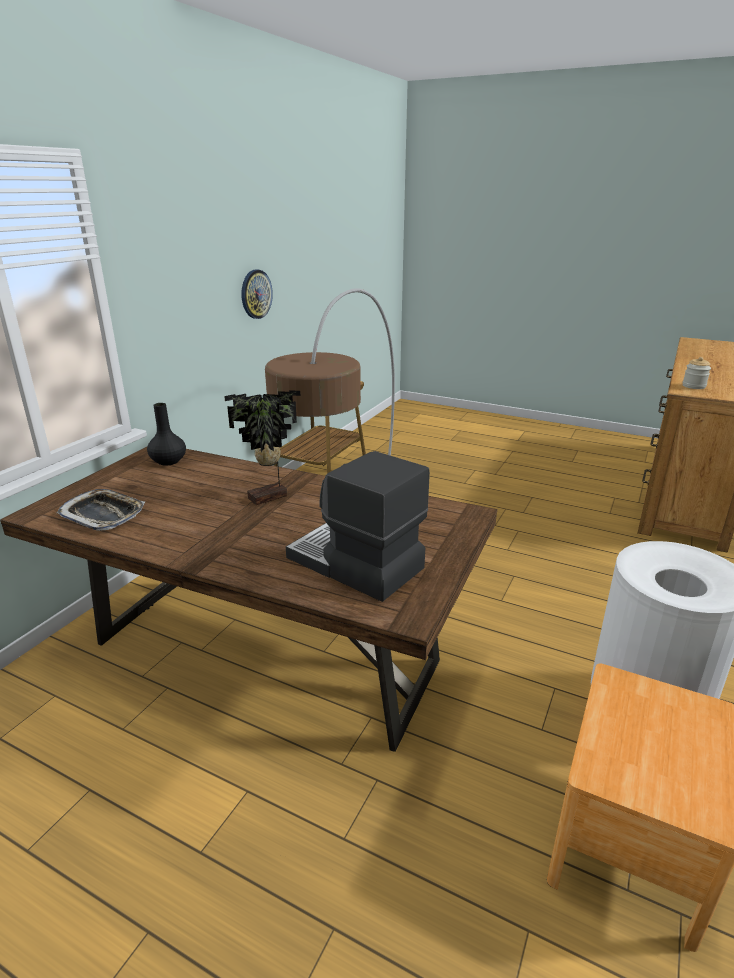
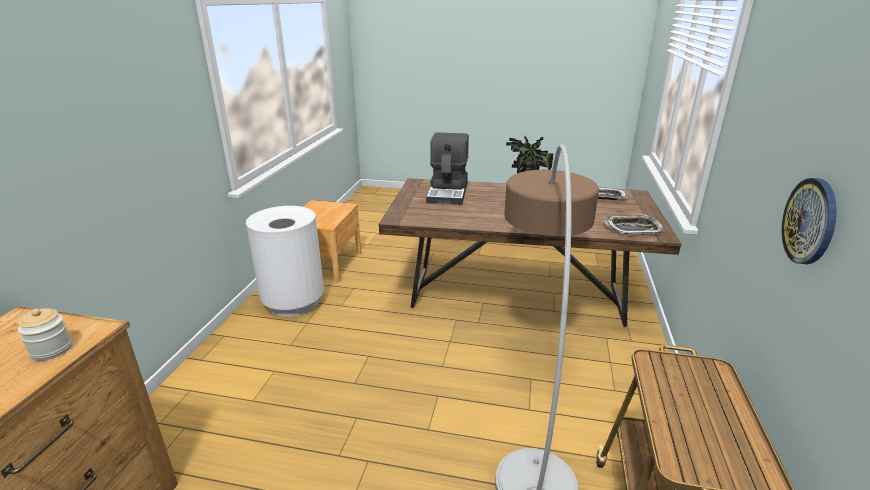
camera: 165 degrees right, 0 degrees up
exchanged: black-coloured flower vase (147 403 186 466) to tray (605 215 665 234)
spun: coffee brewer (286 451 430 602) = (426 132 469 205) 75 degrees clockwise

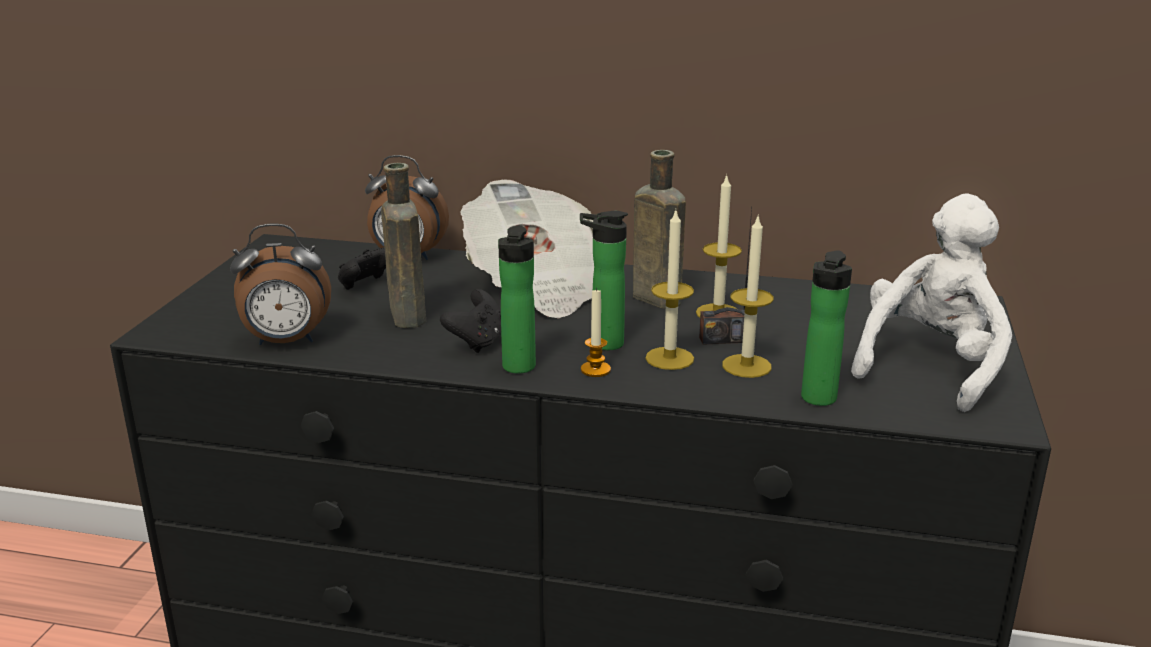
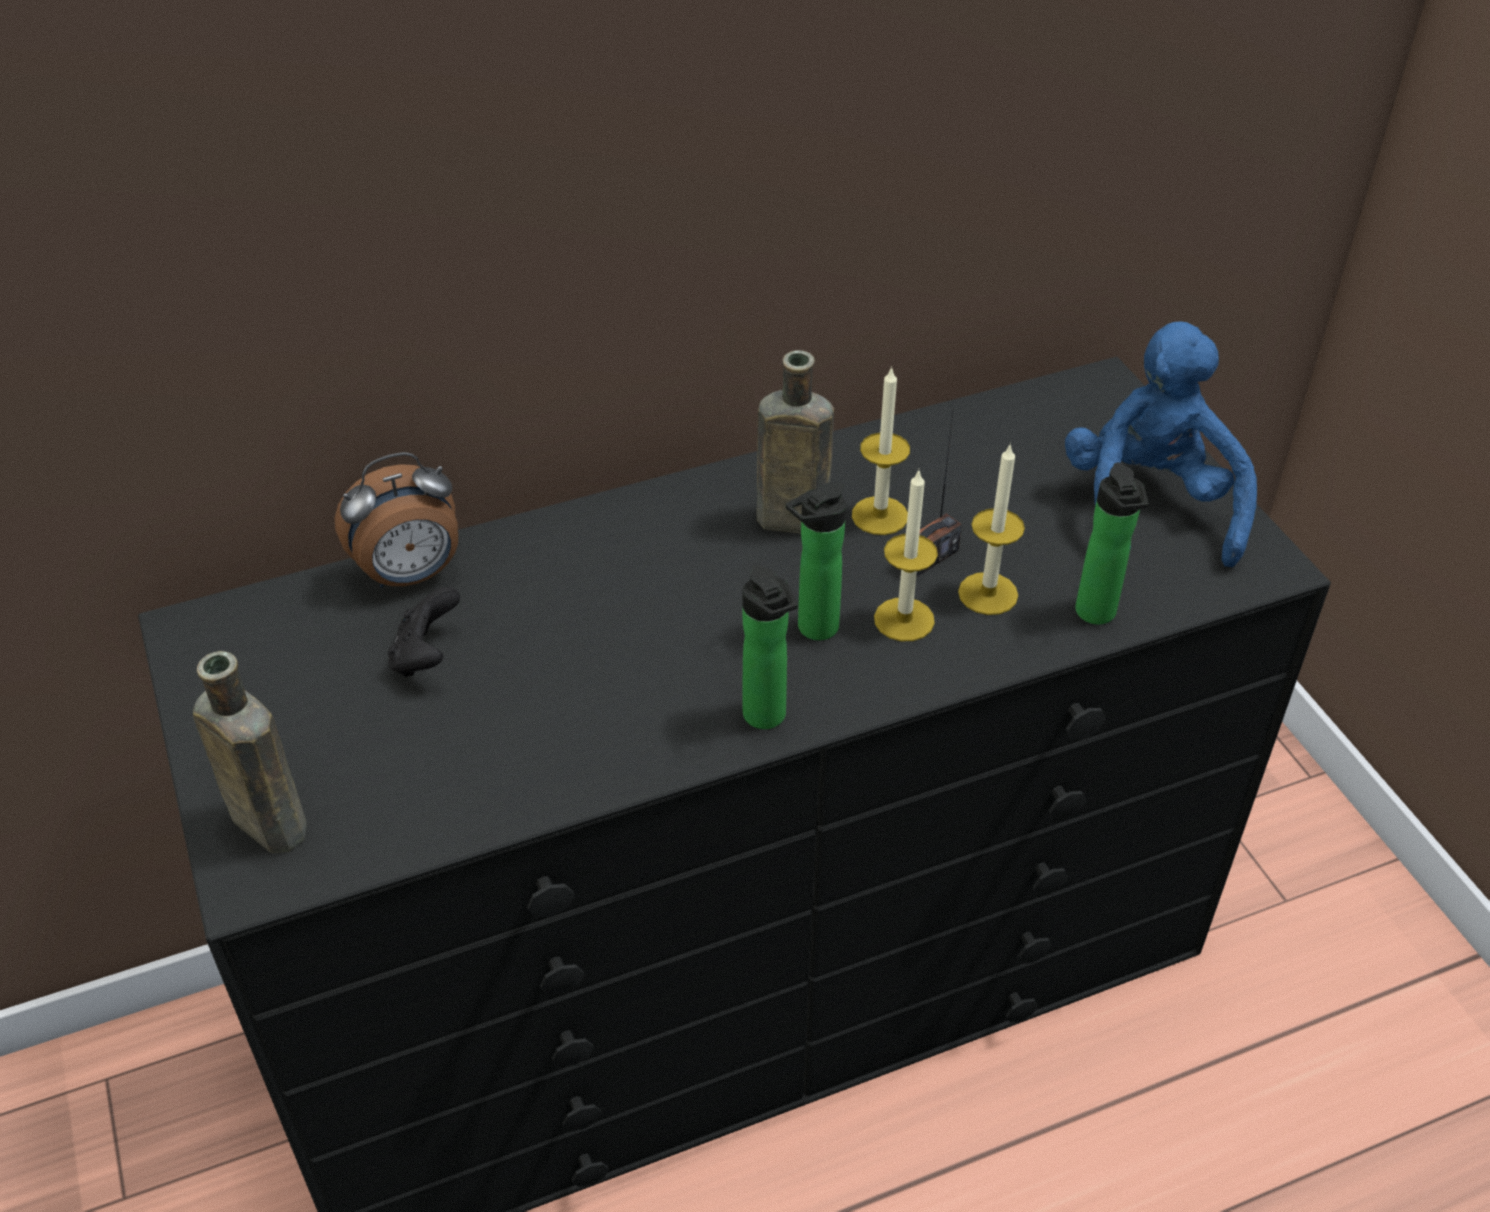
camera: 35 degrees left, 20 degrees up
missing: bedside clock (230 223 331 345); black-coloured joypad (440 289 501 353); daily paper (460 180 594 319); wax candle (581 288 611 377)
relocated: brown-coloured bottle (381 163 426 328) to (193 651 307 853)
colour: white cuddly toy (851 194 1012 412) to blue-coloured cuddly toy (1065 321 1257 567)

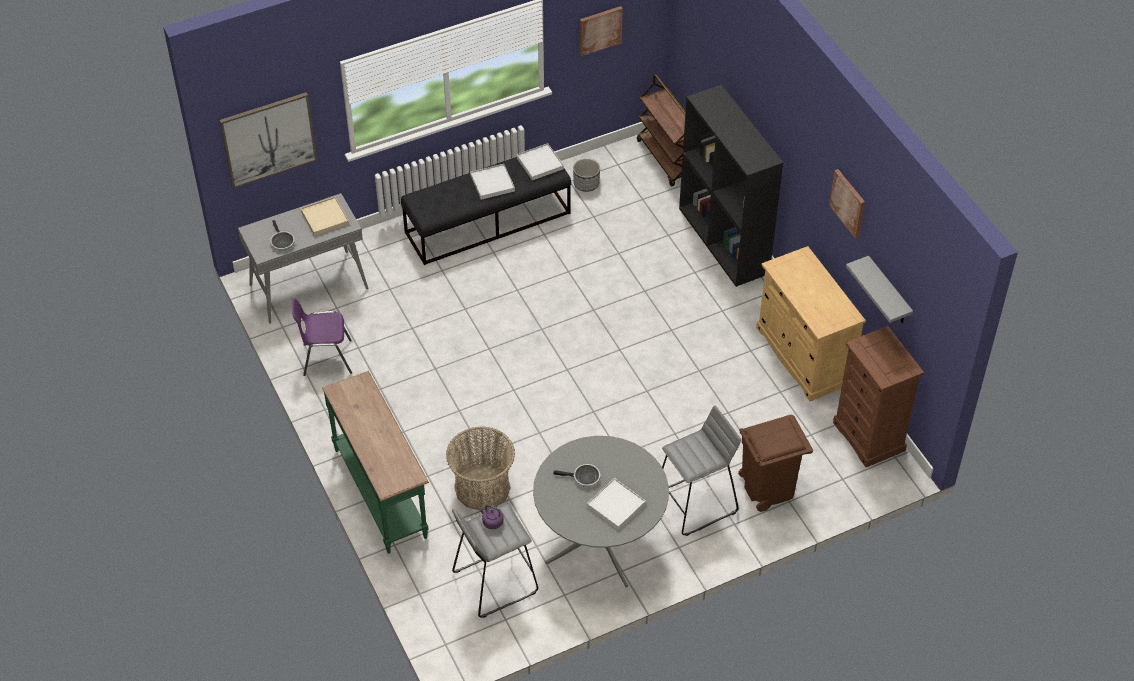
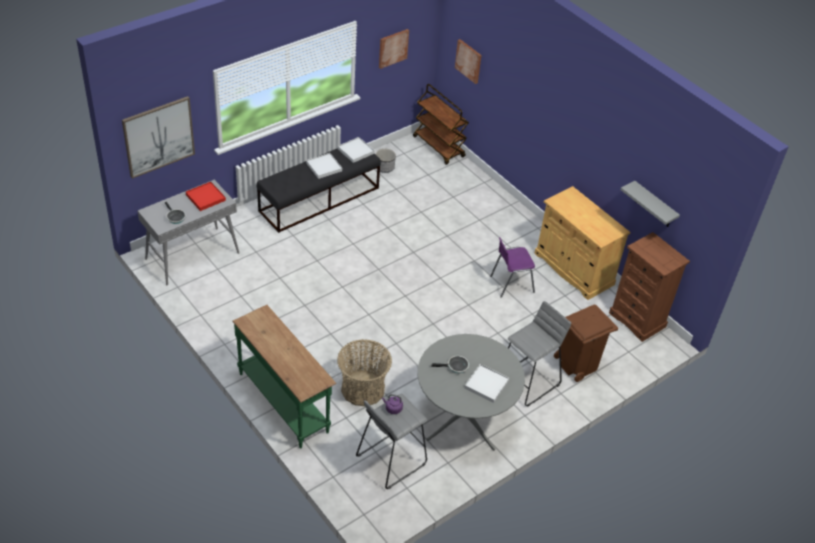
camera: 15 degrees left, 5 degrees down
missing: black-coloured bookshelf (679 85 783 287)
relocated: purplish chair (292 299 352 376) to (490 237 535 298); wall picture (829 169 865 238) to (455 39 481 84)
colour: beige-coloured tray (301 197 349 236) to red-coloured tray (186 182 226 211)

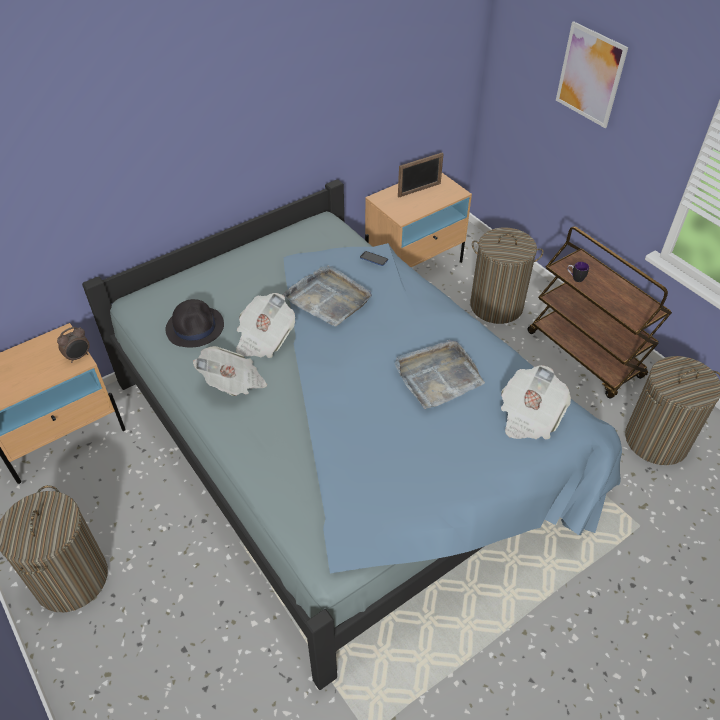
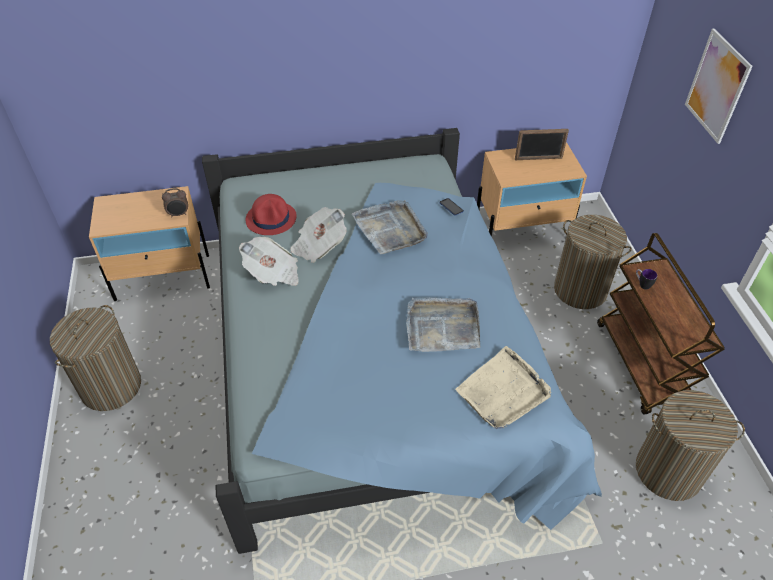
camera: 25 degrees right, 0 degrees up
exchanged: daily paper (501 365 571 440) to beige-coloured tray (455 346 551 429)
colour: black-coloured clothing hat (165 299 224 348) to red-coloured clothing hat (246 194 297 235)

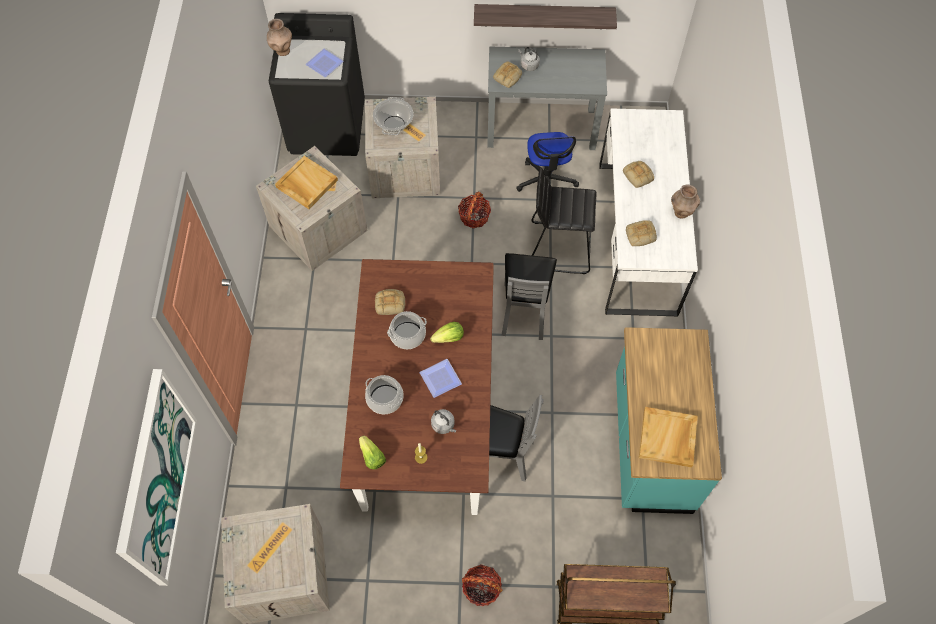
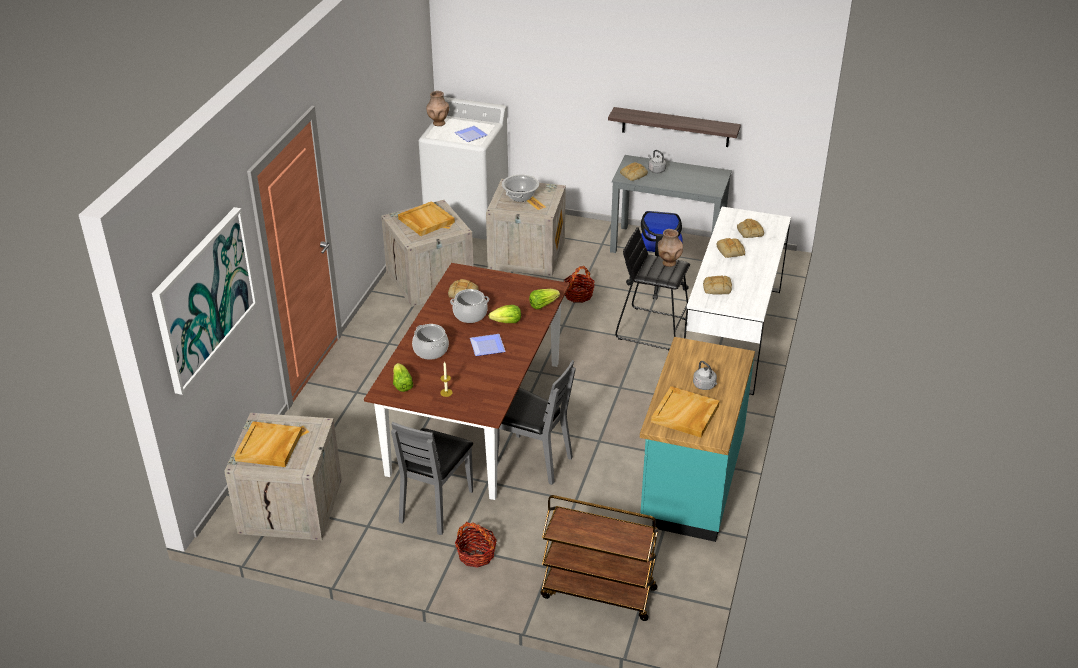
camera: 15 degrees right, 25 degrees down
appeared: beige-coloured tray (234 421 302 467); lettuce head (529 289 560 309); bakery bread (737 219 764 238)
relocated: greyish water kettle (431 409 456 434) to (693 361 717 390); greyish chair (502 253 557 340) to (391 422 473 535); brown-coloured flower vase (671 185 700 219) to (658 229 683 267)
colour: black-coloured laundry appliance (269 13 365 156) to white laundry appliance (419 97 508 240)

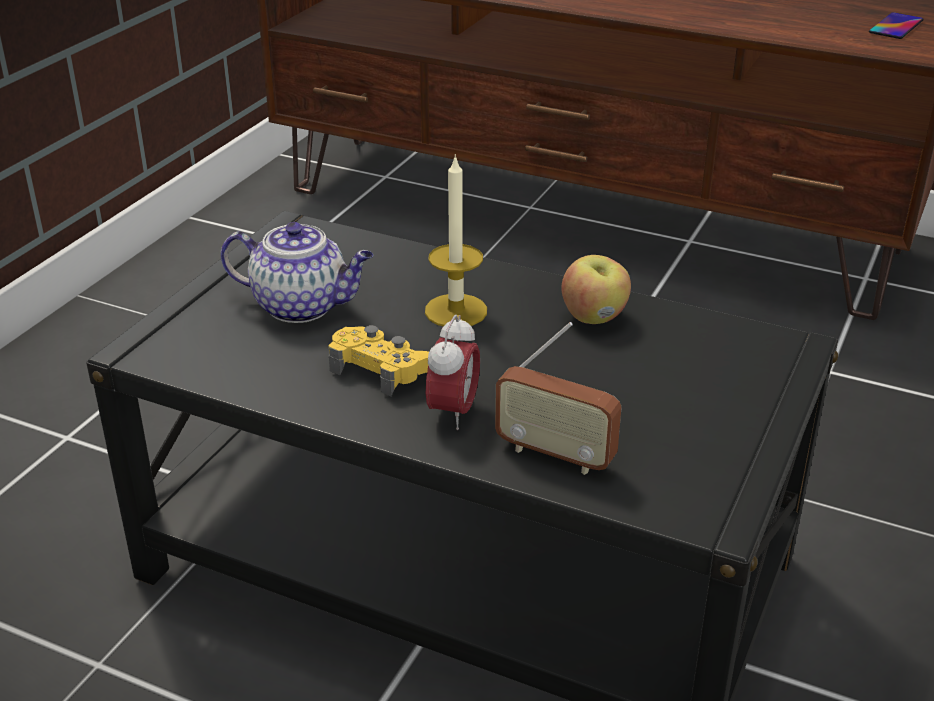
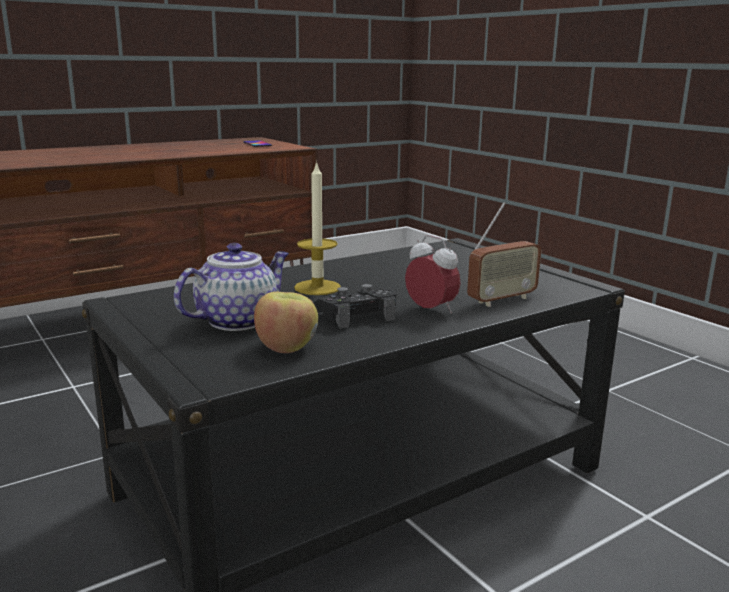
camera: 60 degrees left, 15 degrees down
relocated: apple (561 255 631 324) to (254 292 318 353)
colour: yellow-coloured joypad (328 325 429 396) to black-coloured joypad (314 284 396 329)

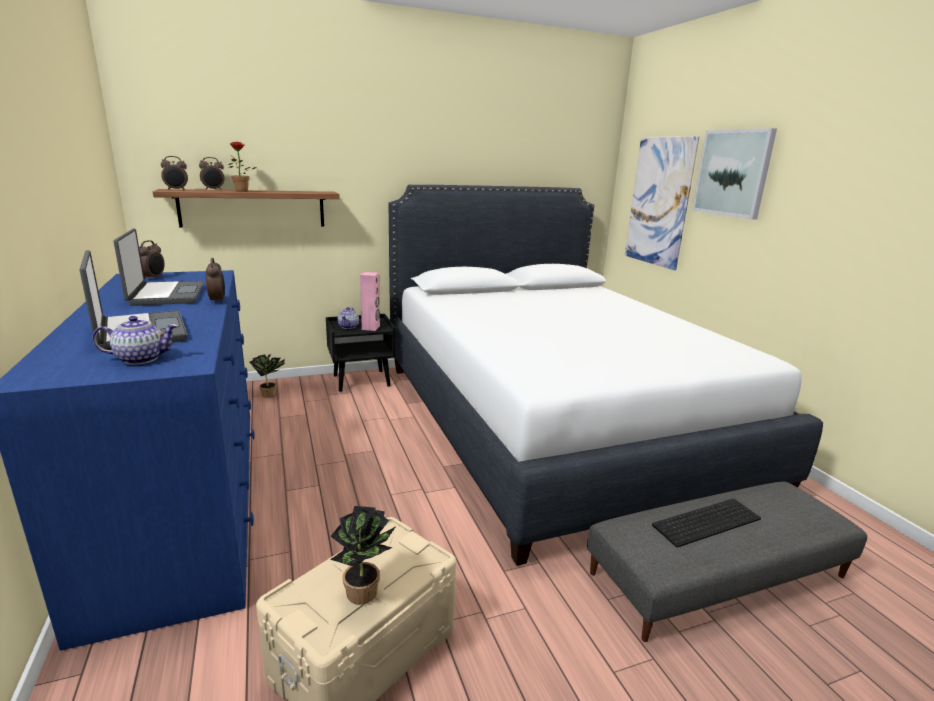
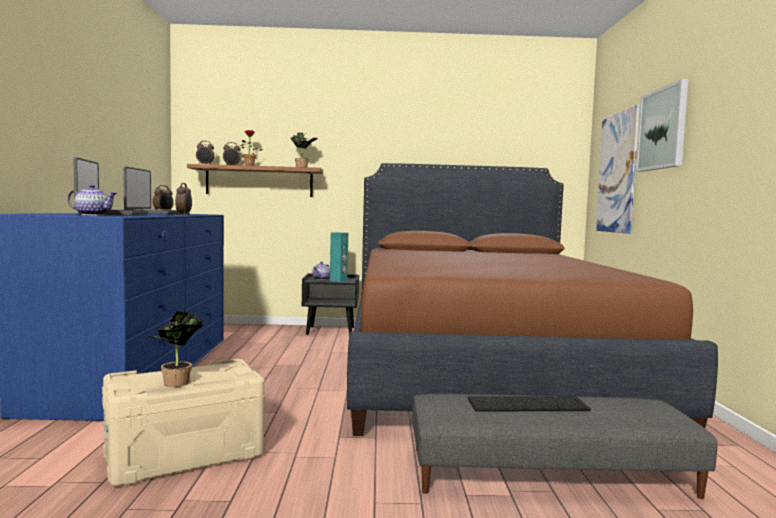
camera: 20 degrees right, 15 degrees down
relocated: houseplant (250 354 285 398) to (290 132 317 167)
colour: pink-coloured speaker (360 272 380 331) to blue-green speaker (330 232 348 282); white sleeping bed (388 185 823 566) to brown-coloured sleeping bed (347 163 718 436)

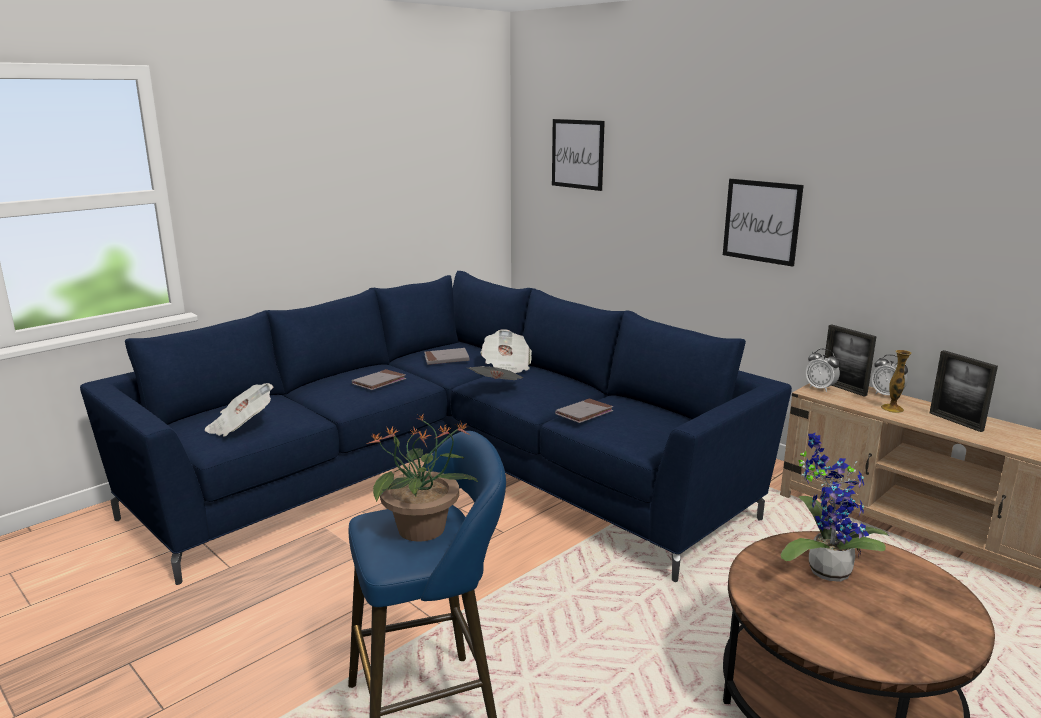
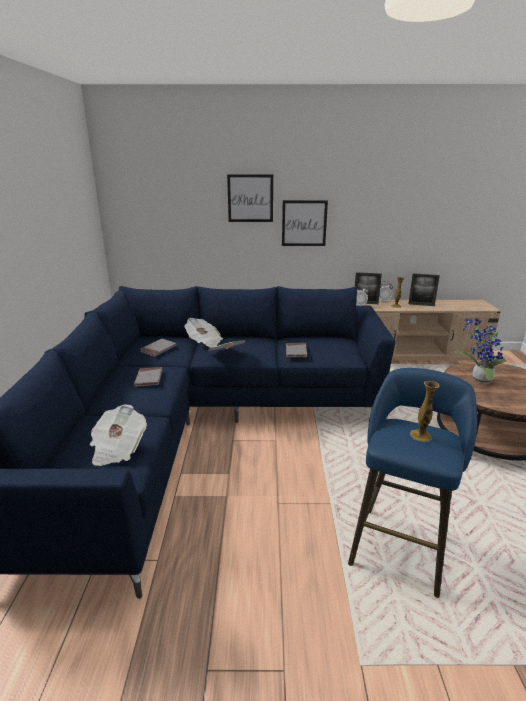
camera: 45 degrees left, 5 degrees up
relocated: wall picture (552 119 605 191) to (227 174 273 222)
exchanged: houseplant (366 415 478 542) to flower vase (410 381 440 442)

